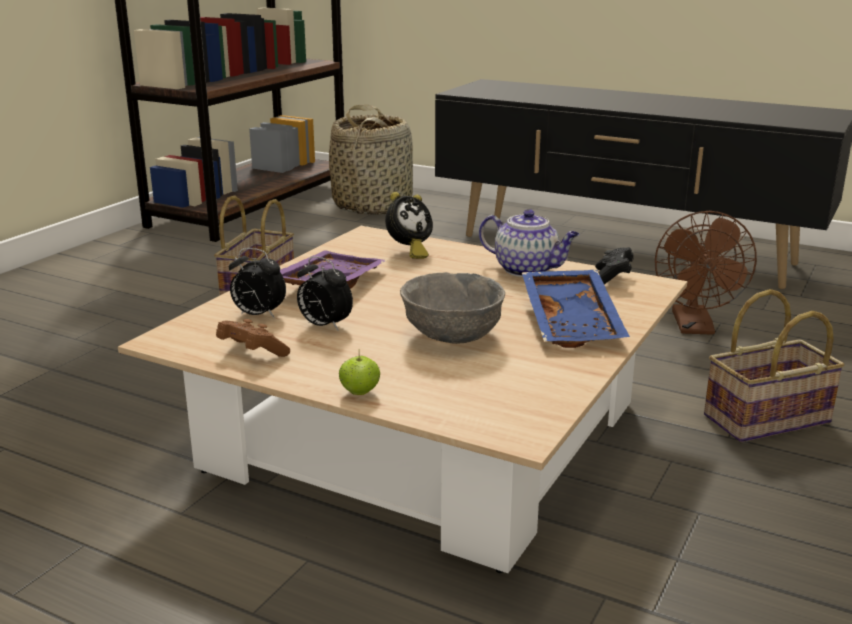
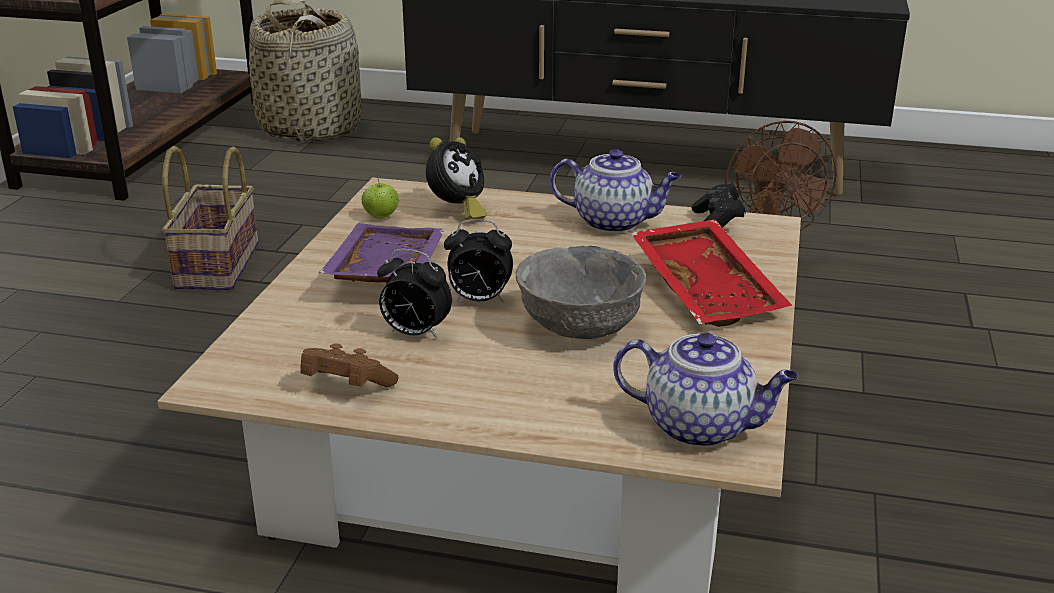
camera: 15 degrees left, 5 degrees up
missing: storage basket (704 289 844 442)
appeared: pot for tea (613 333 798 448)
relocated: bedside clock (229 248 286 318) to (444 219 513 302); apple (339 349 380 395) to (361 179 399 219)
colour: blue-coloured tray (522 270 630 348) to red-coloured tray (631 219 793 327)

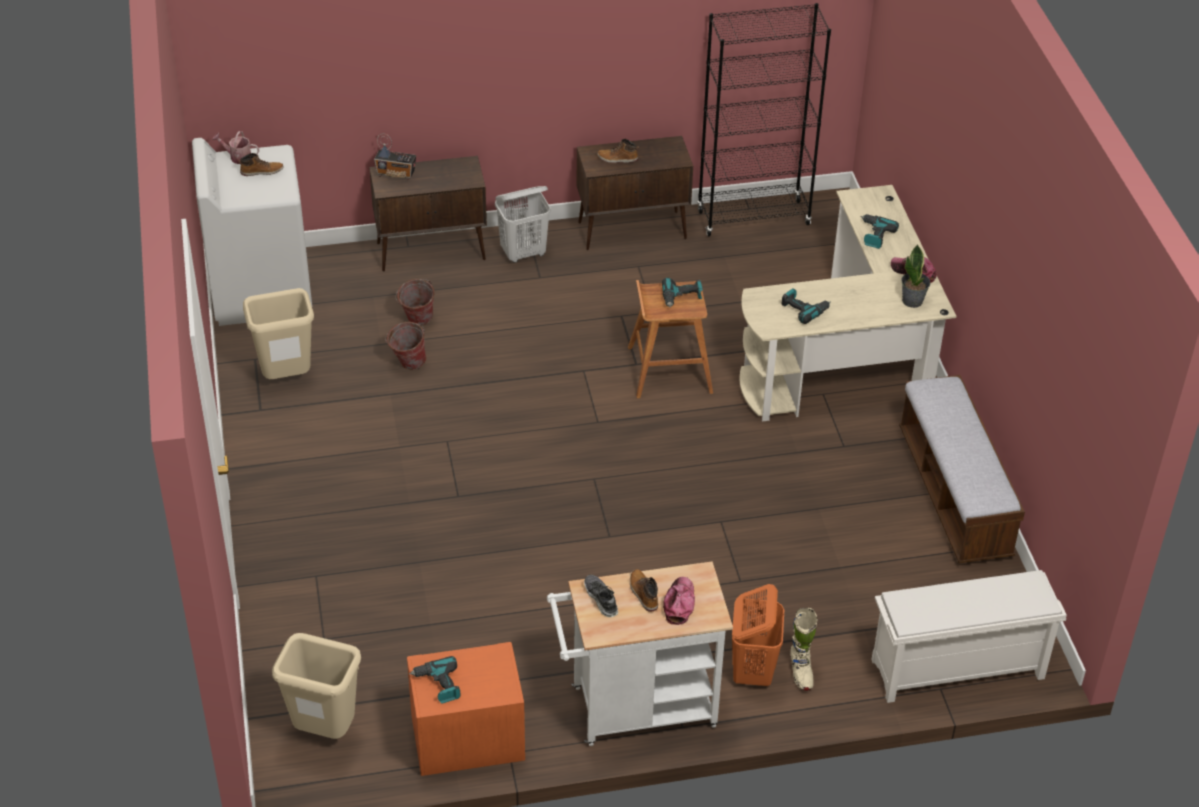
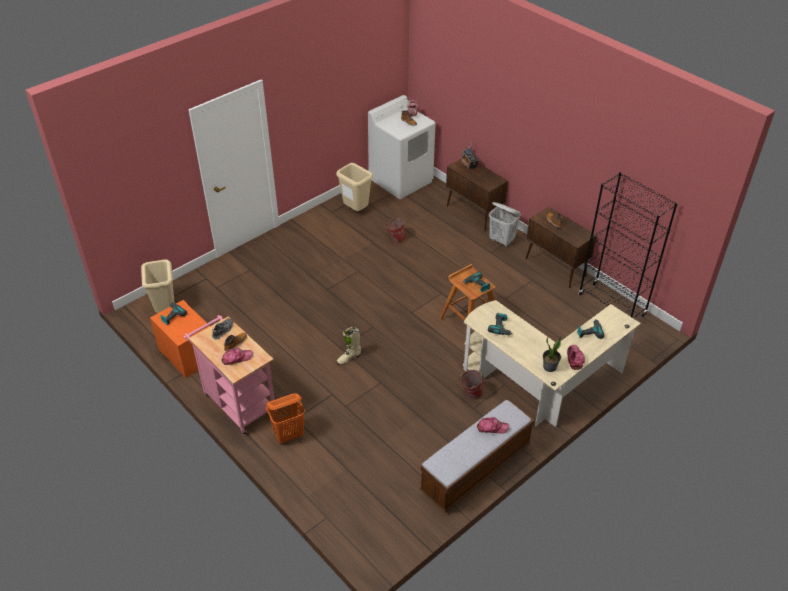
camera: 60 degrees right, 0 degrees up
missing: white shoe rack (871 570 1067 703)
appeared: peaked cap (477 417 509 434)
relocated: water bucket (396 279 434 326) to (459 370 484 399); beige-coloured boot (791 608 818 691) to (337 327 361 365)
colour: white cart (547 561 733 746) to pink-coloured cart (184 315 277 435)

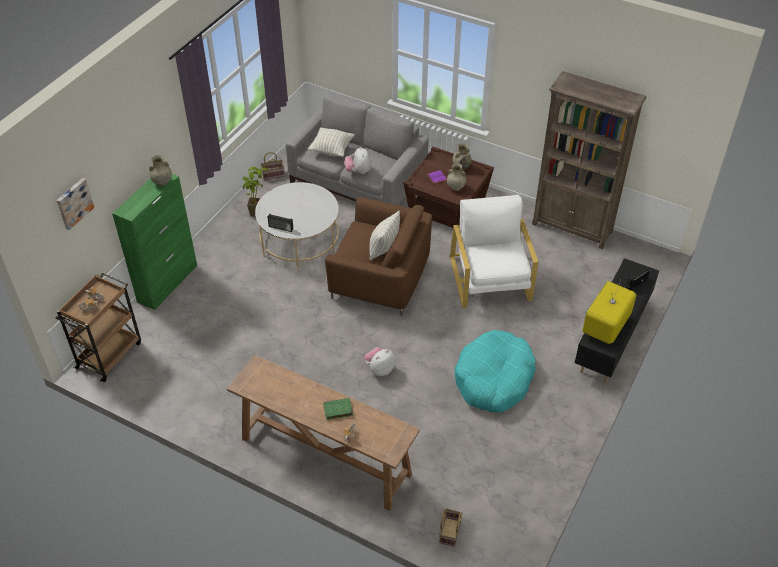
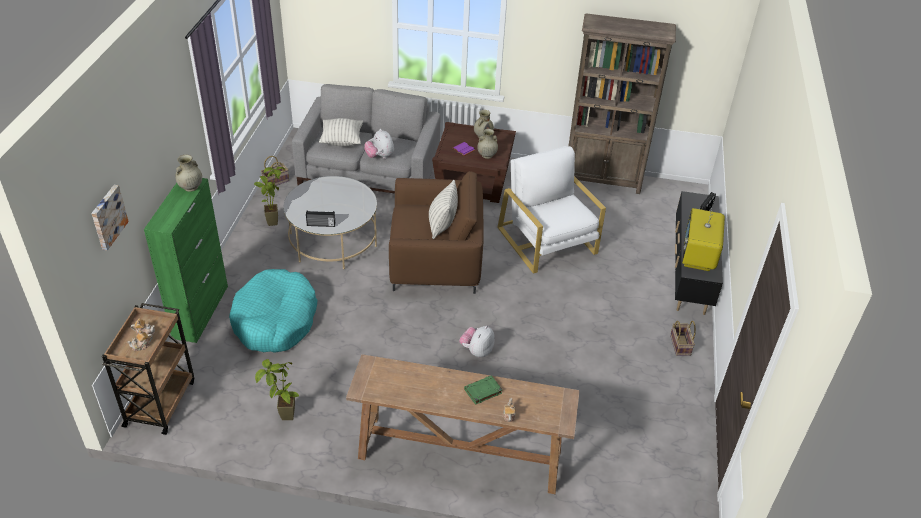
camera: 20 degrees left, 5 degrees down
appeared: houseplant (255 359 299 420)
relocated: storage basket (439 509 463 547) to (670 321 696 356); blue-green dog cushion (455 330 536 413) to (229 269 317 353)

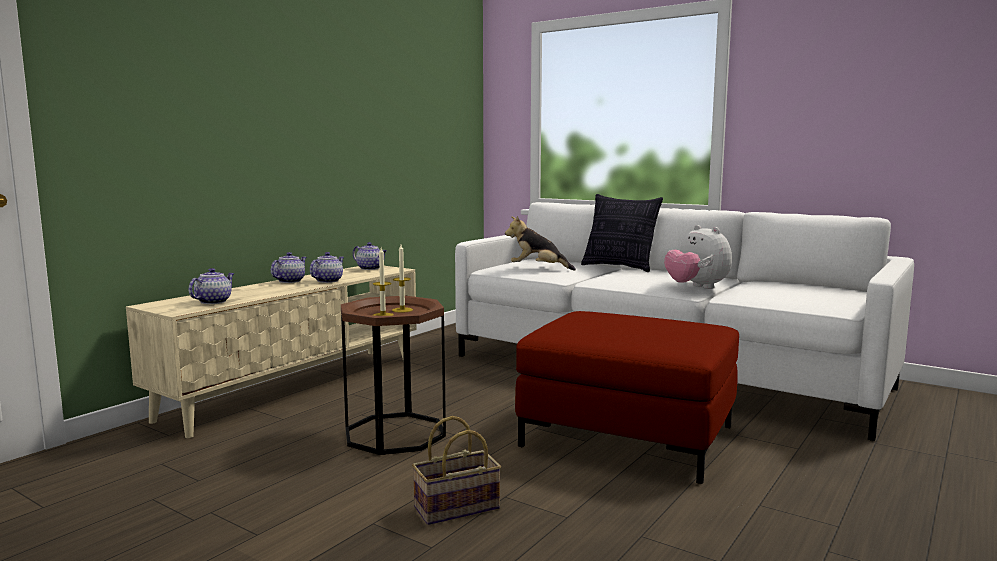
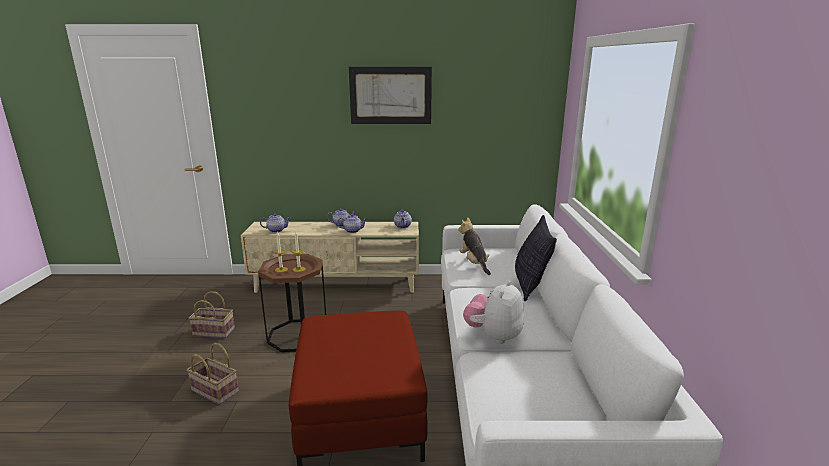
camera: 55 degrees right, 10 degrees up
appeared: storage basket (189 291 235 338); wall picture (349 67 432 124)

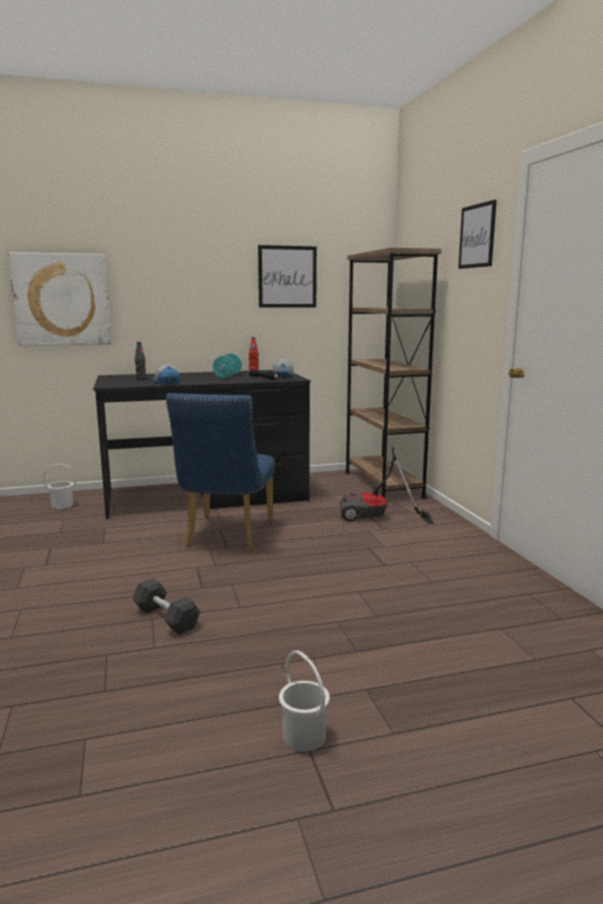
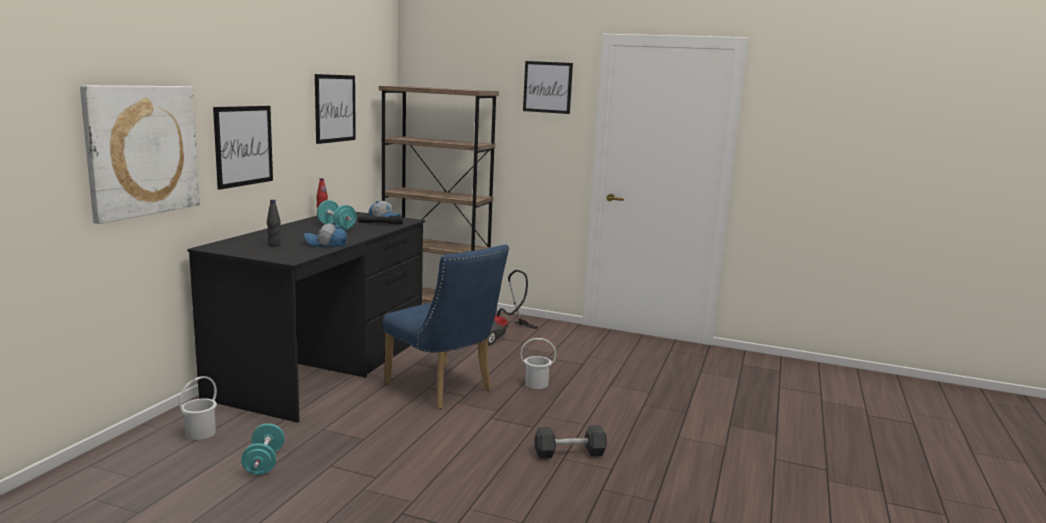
camera: 55 degrees left, 0 degrees up
appeared: wall picture (213 106 273 190); blue-green free weight (241 424 285 475)
relocated: white water bucket (279 651 330 752) to (521 338 556 389)

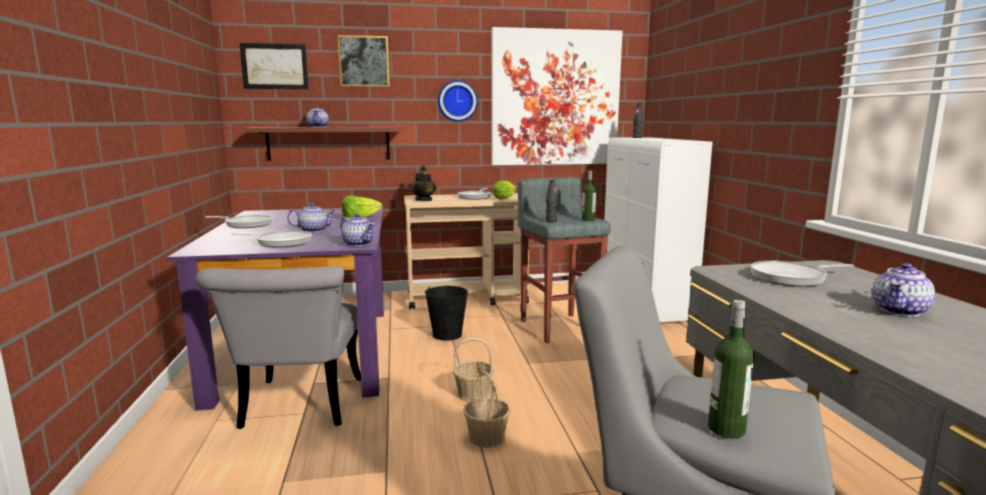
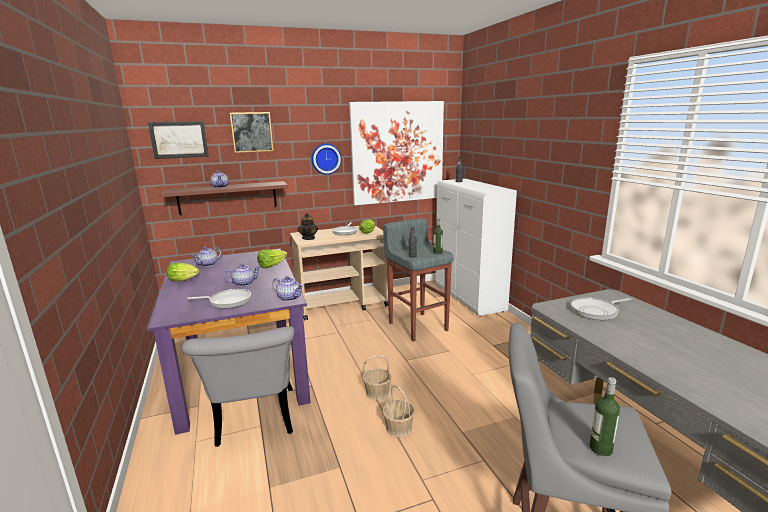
camera: 10 degrees left, 5 degrees up
missing: black-coloured water bucket (425 286 468 341)
relocated: pot for tea (872 263 935 316) to (191 247 221 267)
exchanged: skillet (205 215 273 228) to lettuce head (167 263 199 281)

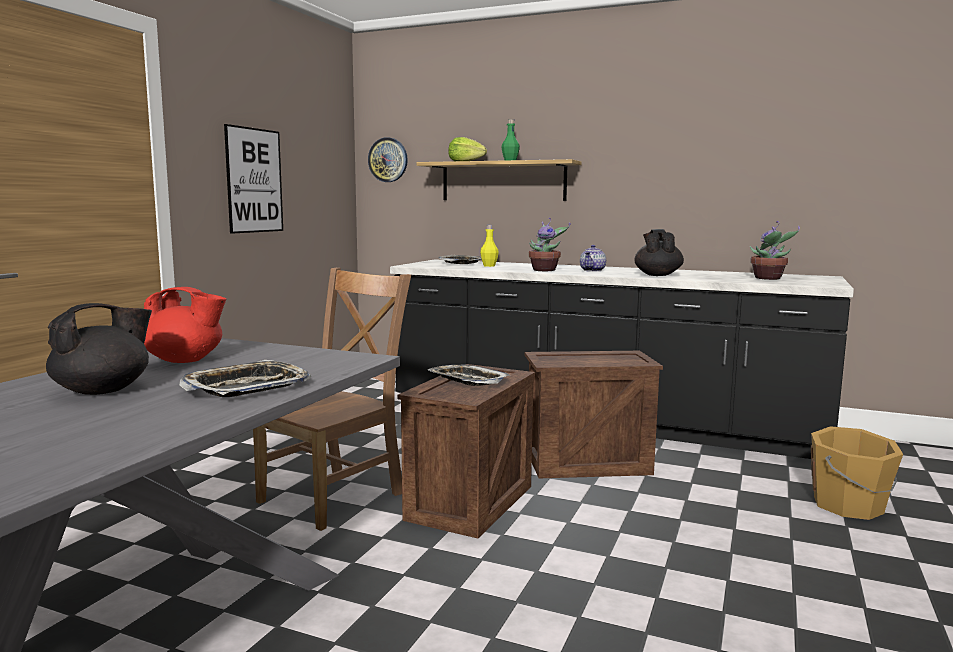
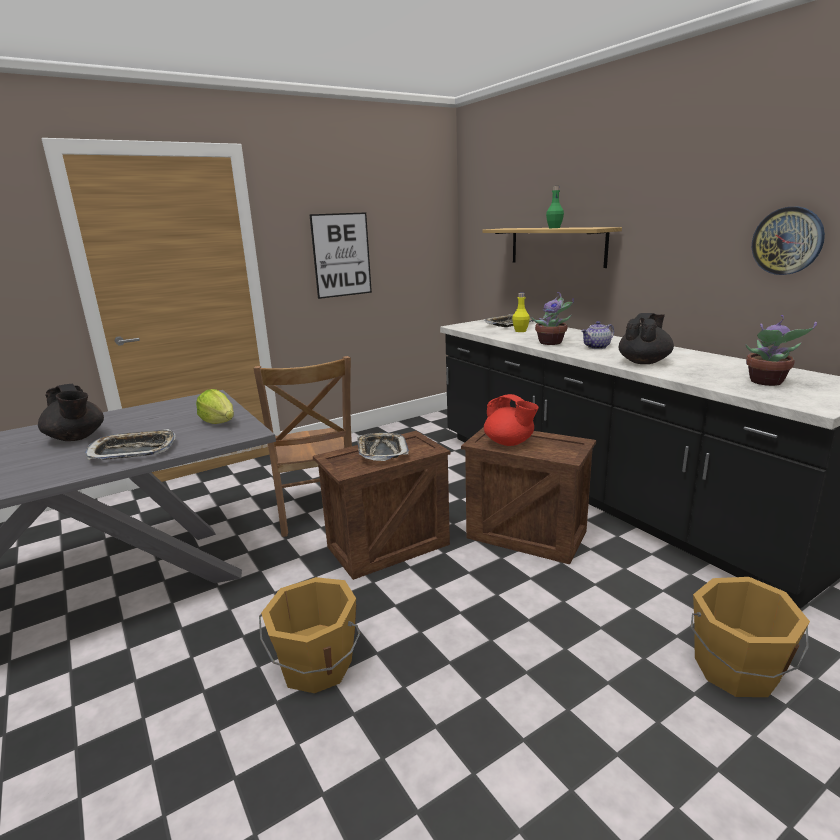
camera: 35 degrees right, 10 degrees up
appeared: orange water bucket (259 577 360 693)
relocated: red-coloured pot for tea (144 287 226 363) to (484 394 539 446); clock on the wall (368 137 408 182) to (752 206 825 275); lettuce head (448 137 487 161) to (196 389 234 424)
spun: black-coloured pot for tea (46 303 152 395) = (38 384 104 441) 60 degrees clockwise; brown-coloured chair (253 268 411 531) = (253 356 352 537) 90 degrees clockwise

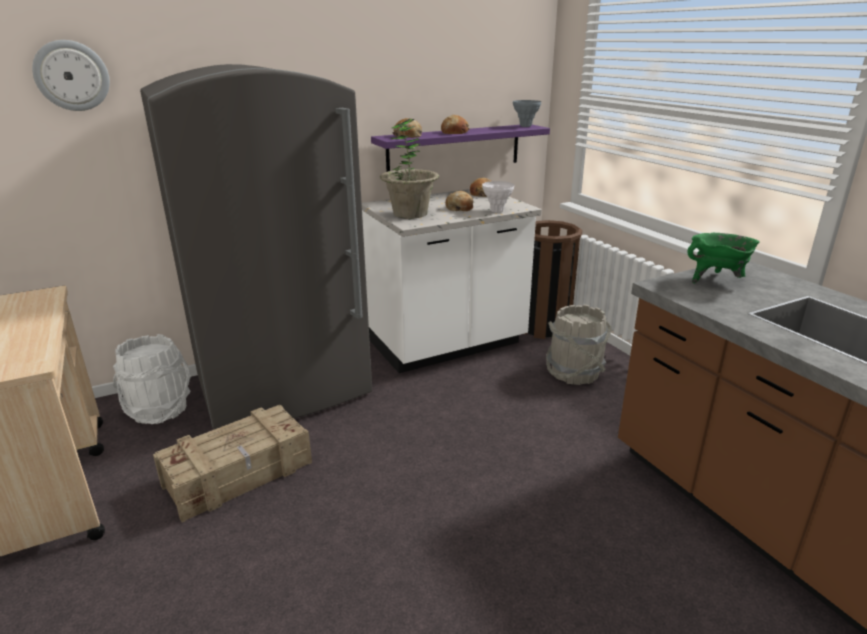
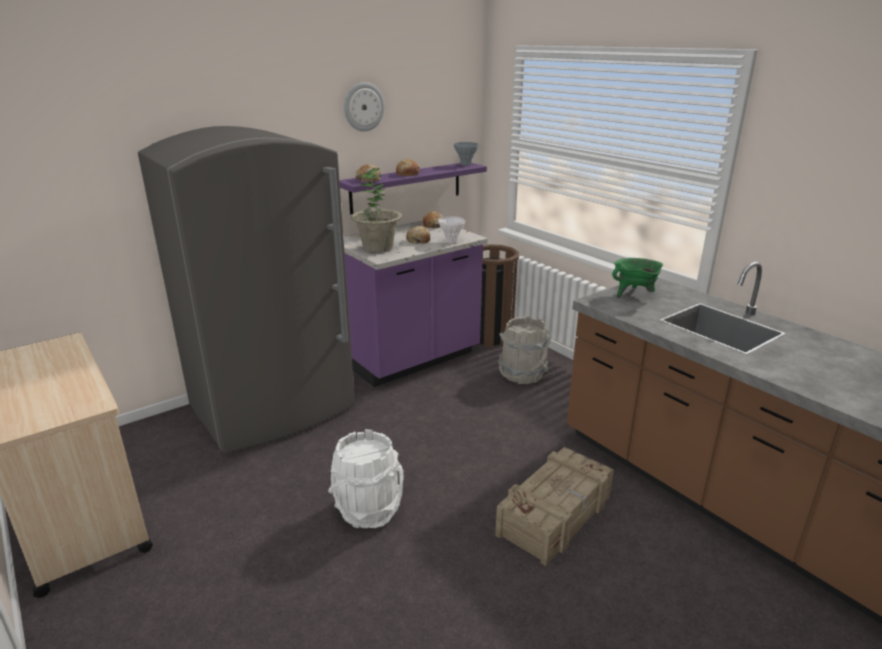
camera: 10 degrees left, 0 degrees up
relocated: clock on the wall (32 40 110 111) to (344 82 385 131); white water bucket (113 334 191 424) to (328 429 404 528); shipping crate (153 405 312 523) to (495 447 614 566)
colour: white counter (362 189 542 373) to purplish counter (343 221 488 387)

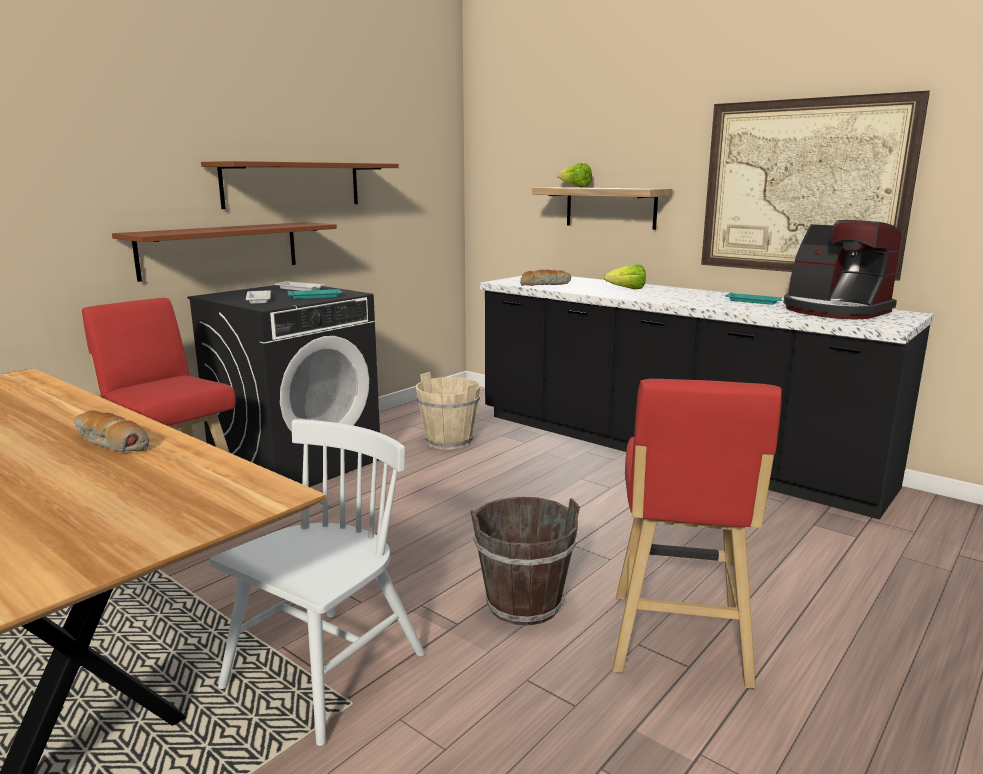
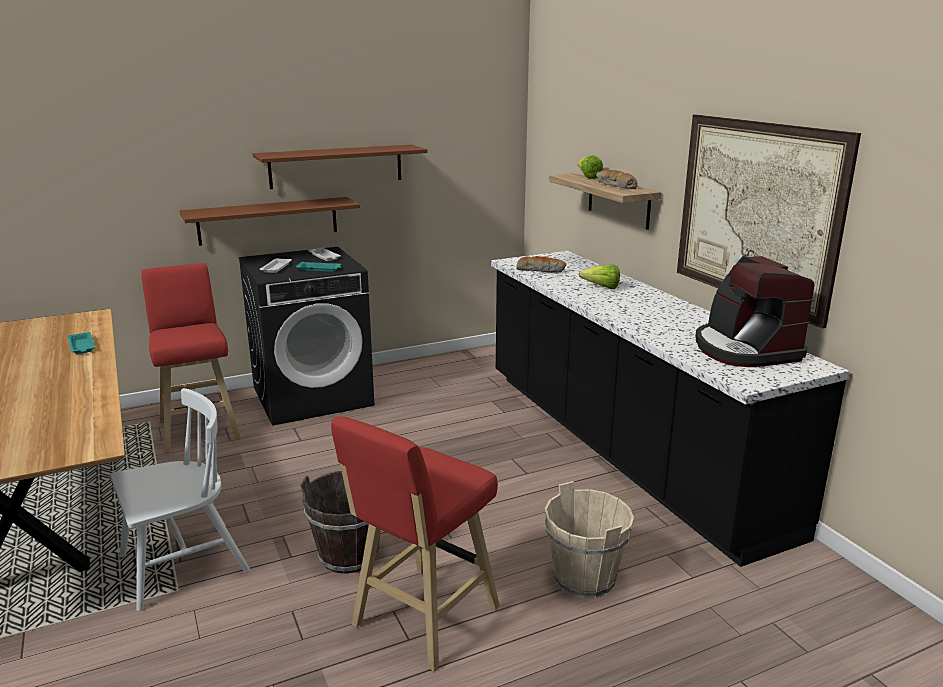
camera: 25 degrees right, 5 degrees up
relocated: bakery bread (74 410 149 452) to (596 169 638 189); beige-coloured water bucket (416 372 481 450) to (545 481 634 598); blue-green tray (725 292 782 305) to (67 332 95 354)

